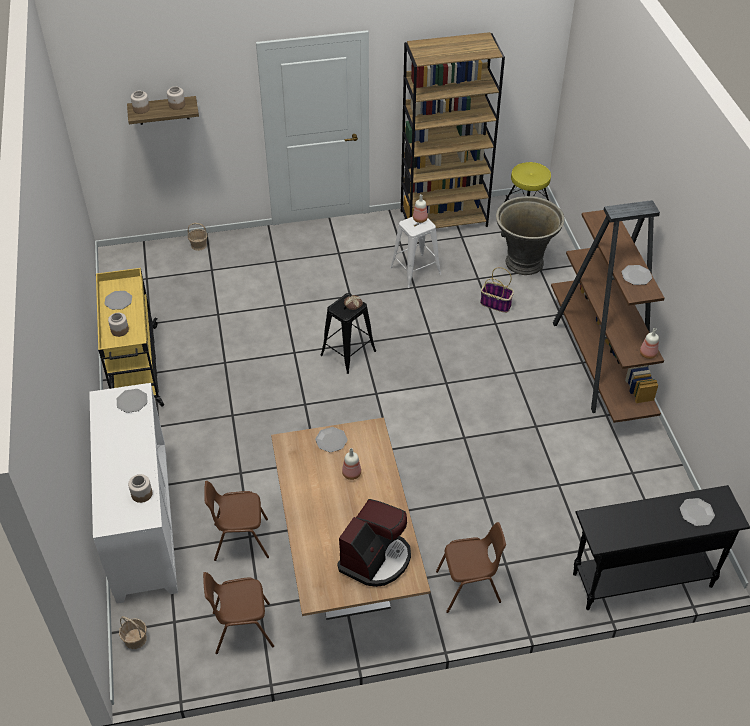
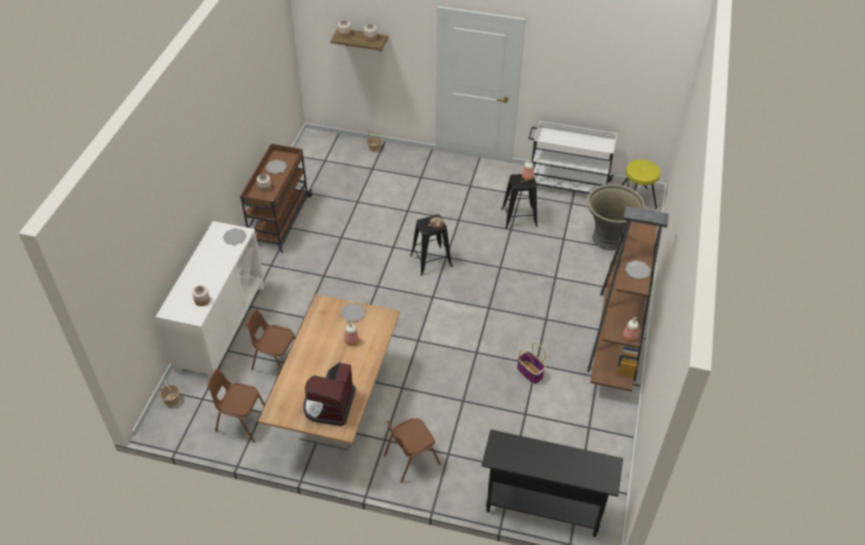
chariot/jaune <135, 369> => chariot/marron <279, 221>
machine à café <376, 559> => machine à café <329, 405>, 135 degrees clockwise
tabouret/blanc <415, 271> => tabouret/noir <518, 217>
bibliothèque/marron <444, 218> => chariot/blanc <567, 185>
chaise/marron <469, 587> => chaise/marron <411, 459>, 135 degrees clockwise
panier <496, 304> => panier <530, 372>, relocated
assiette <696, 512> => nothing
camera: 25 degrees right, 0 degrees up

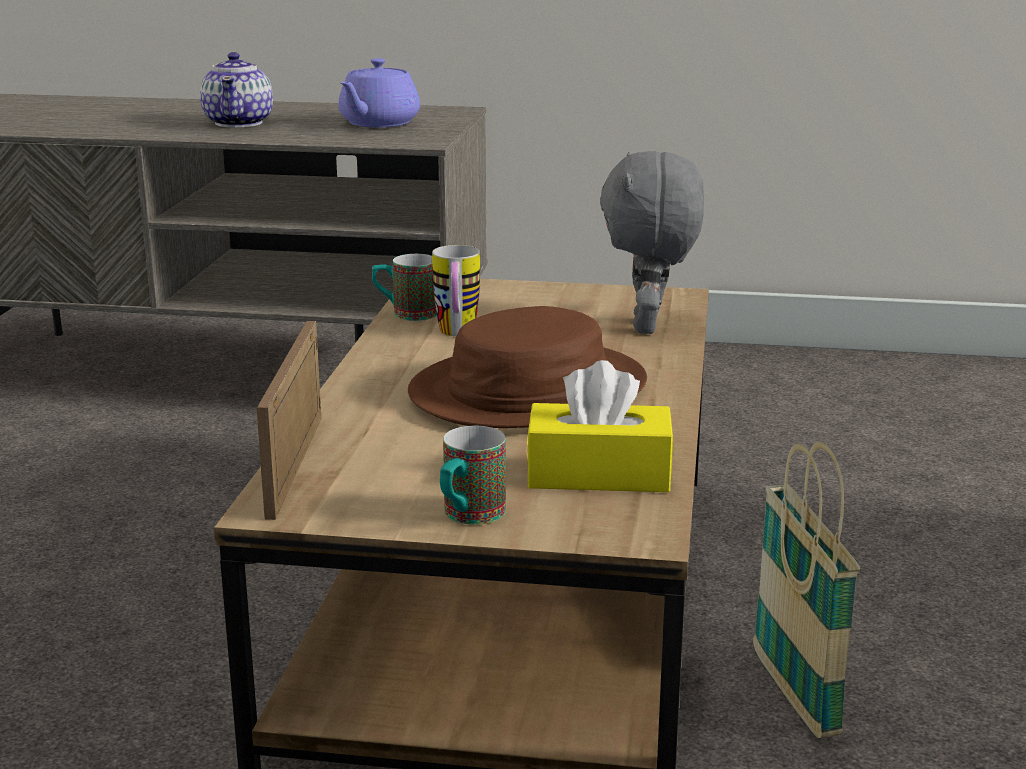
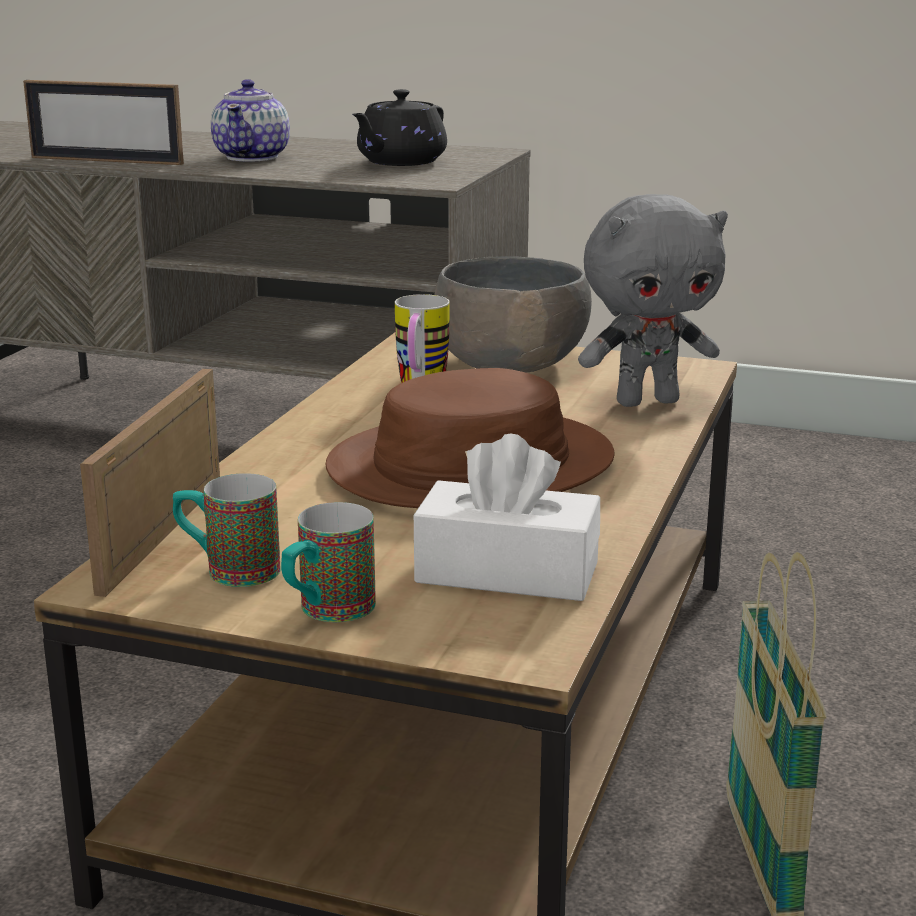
théière/violet <378, 123> => théière/noir <400, 162>
mug <405, 314> => mug <228, 570>, relocated
boîte à mouchoirs/jaune <599, 474> => boîte à mouchoirs/blanc <507, 572>
peluche/gris <649, 326> => peluche/gris <647, 401>, 120 degrees counterclockwise
nothing => cadre photo <106, 160>
nothing => bol/gris <509, 365>
camera: 10 degrees right, 0 degrees up

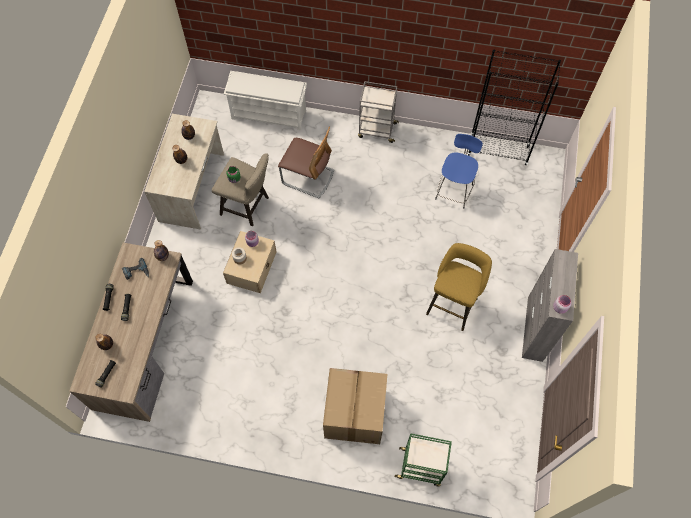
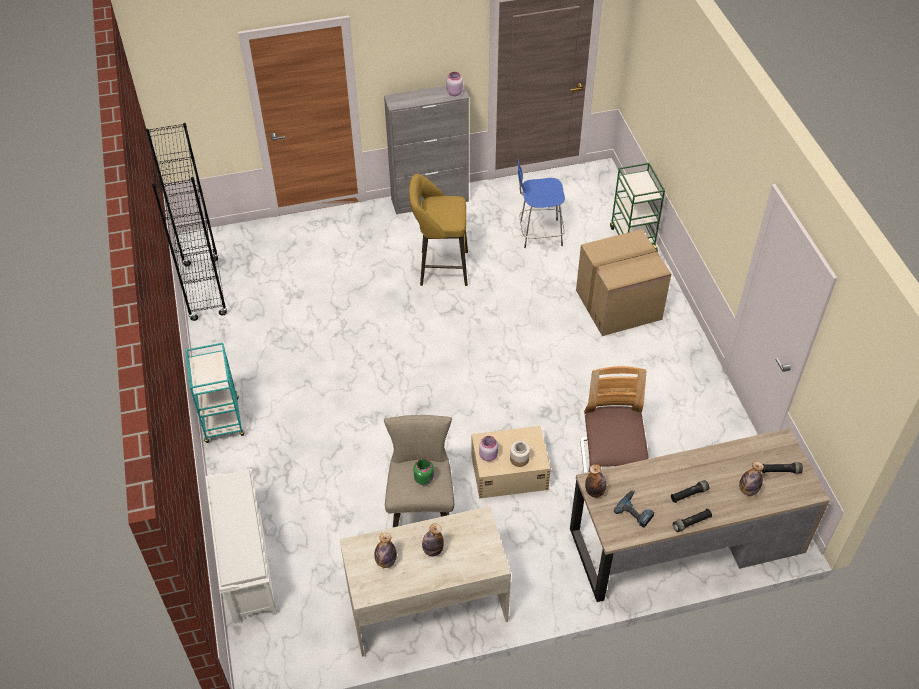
chaise <308, 177> => chaise <610, 464>, relocated
chariot/gris <376, 130> => chariot/turquoise <222, 421>
tabouret/bleu <454, 190> => tabouret/bleu <539, 233>, relocated
camera: 115 degrees left, 15 degrees down

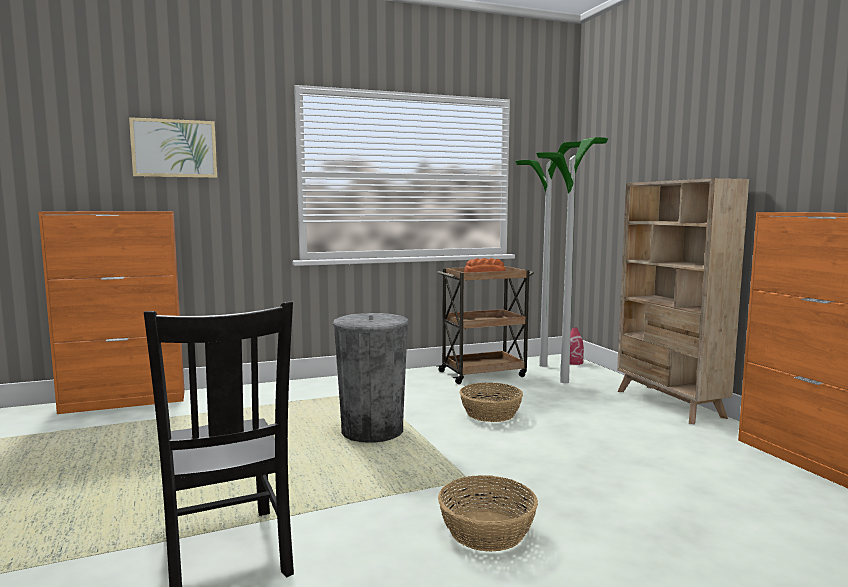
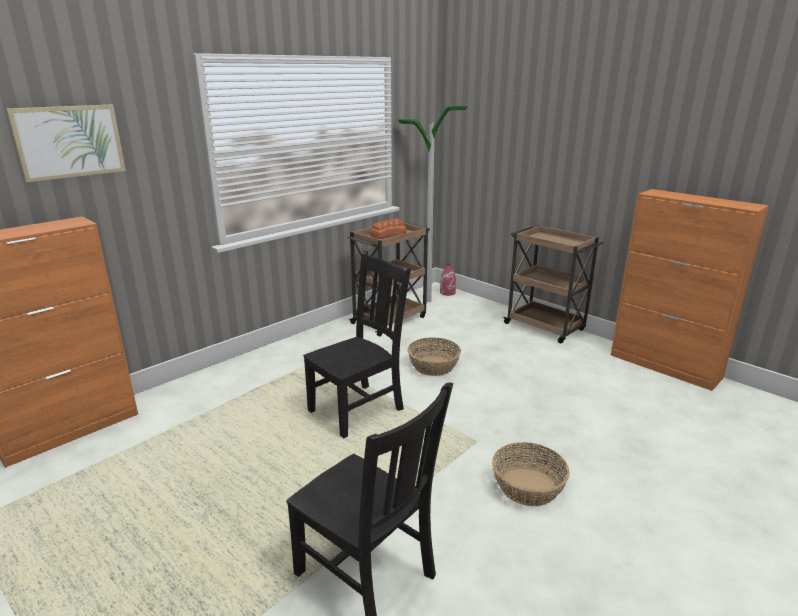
poubelle/gris <372, 431> => chaise/noir <359, 409>
lampadaire <564, 382> => nothing
bibliothèque/beige <669, 404> => chariot/marron <545, 327>
camera: 25 degrees left, 15 degrees up

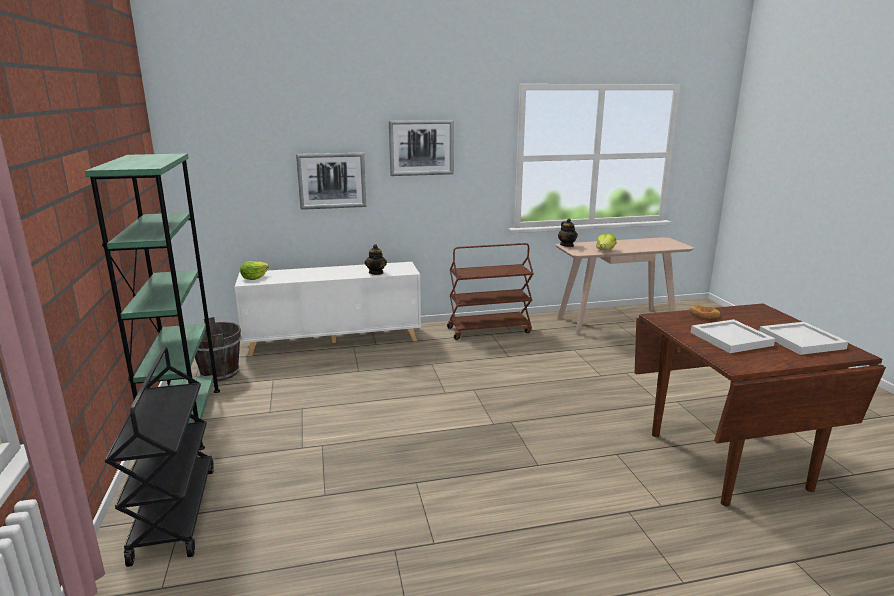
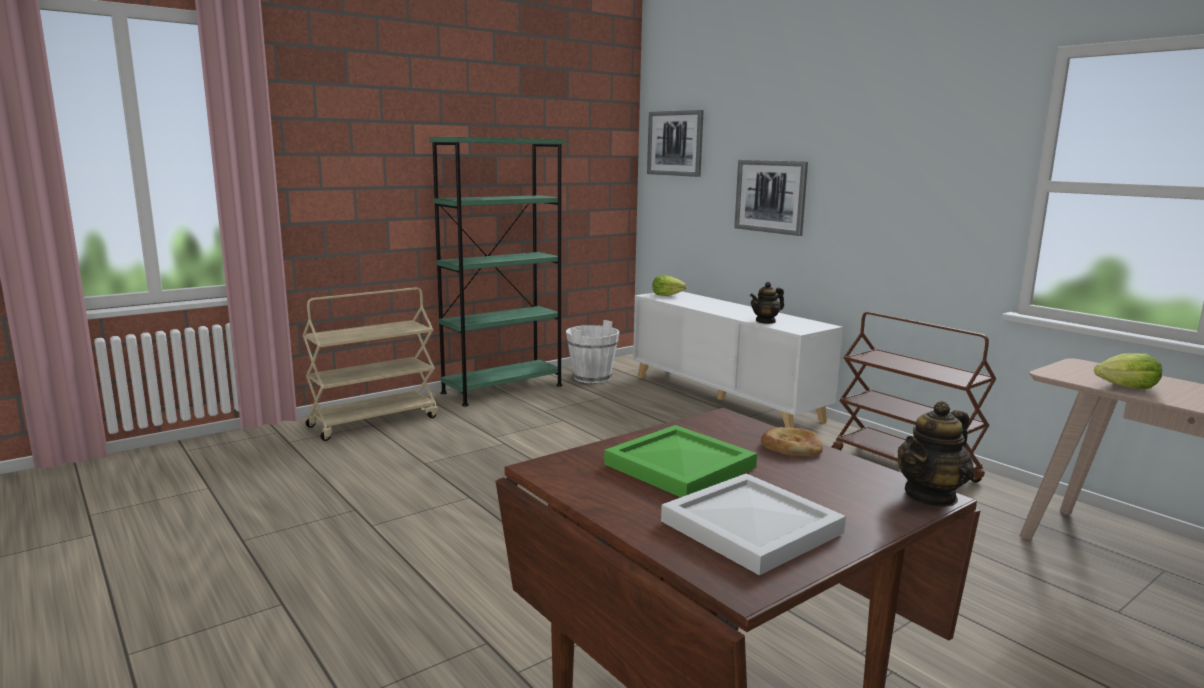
chariot/noir <174, 512> => chariot/beige <374, 421>
seau/marron <220, 373> => seau/blanc <592, 378>
tableau <421, 147> => tableau <675, 143>, relocated
théière <567, 245> => théière <931, 496>, relocated
plateau/blanc <732, 339> => plateau/vert <680, 467>
camera: 65 degrees right, 5 degrees down

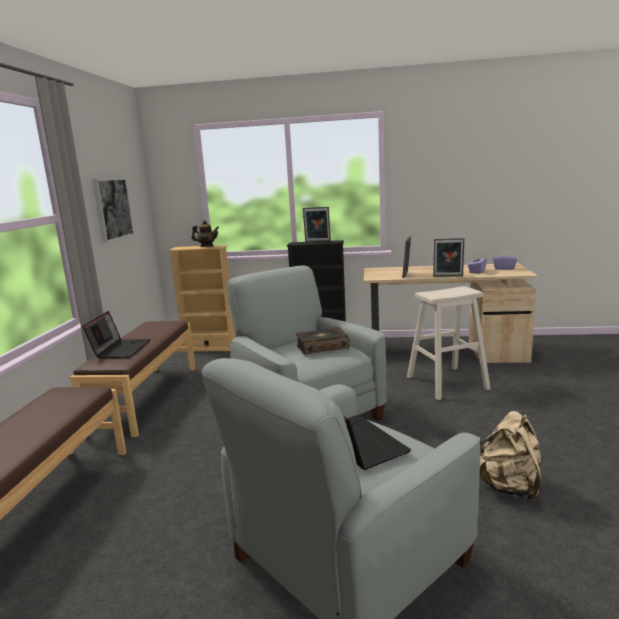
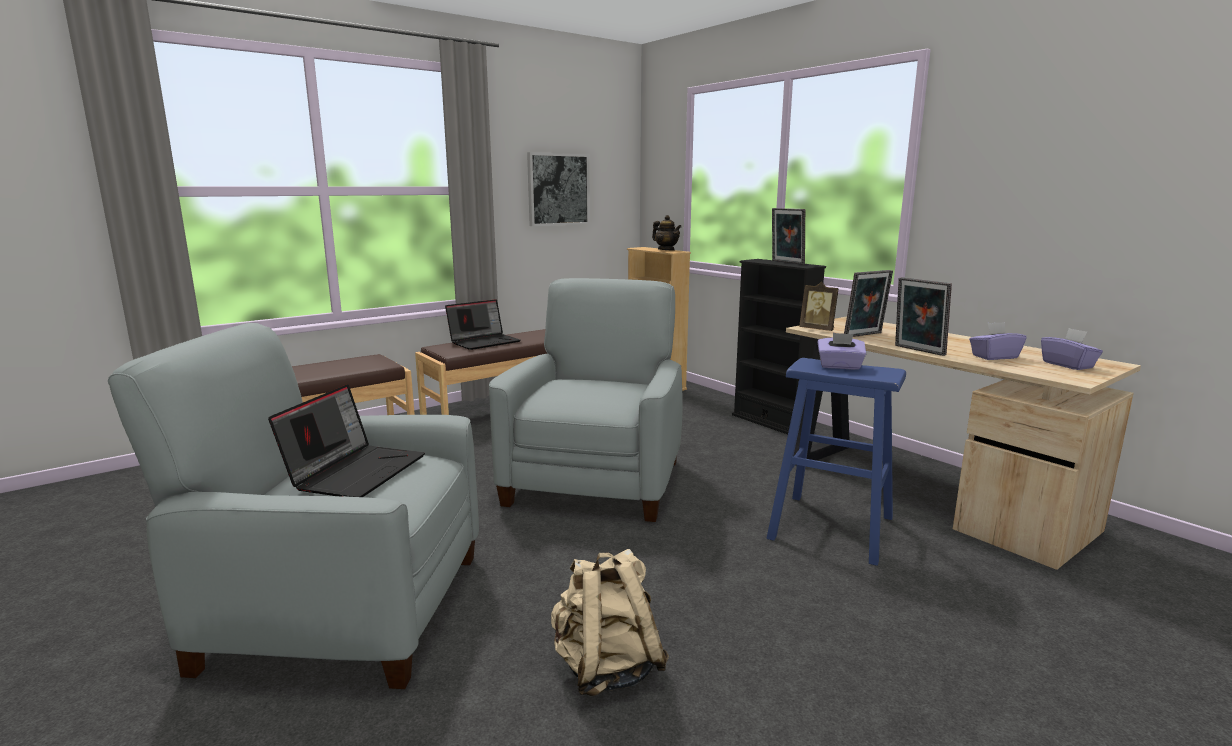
livre <322, 347> => nothing
tabouret/beige <446, 383> => tabouret/bleu <831, 527>
nothing => cadre photo <818, 329>
nothing => boîte à mouchoirs/violet <839, 366>
camera: 45 degrees right, 0 degrees up

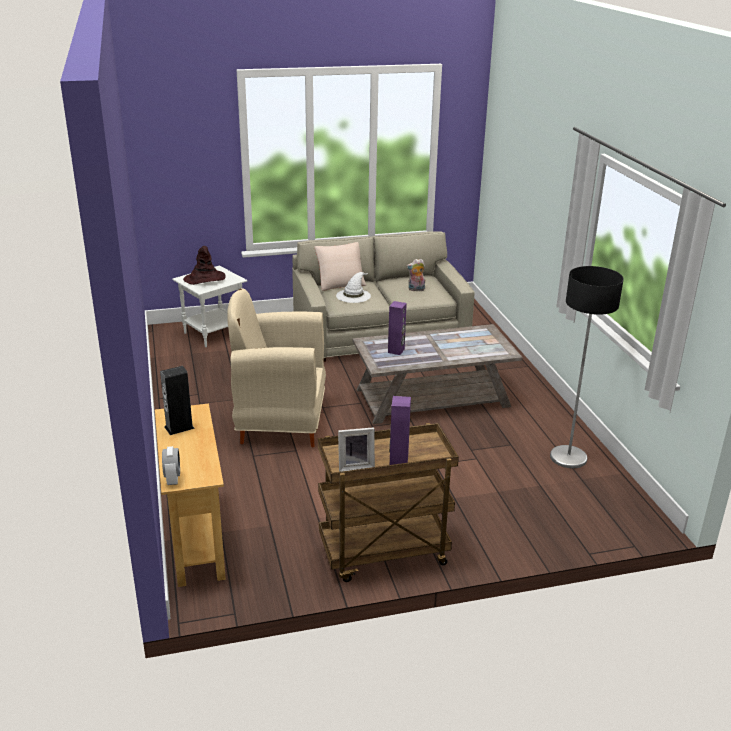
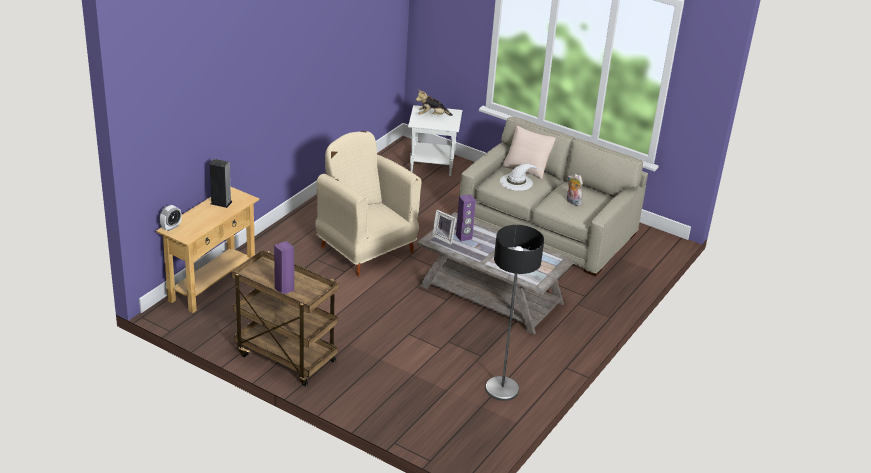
chapeau/marron <205, 279> => peluche <432, 116>
cadre photo <355, 466> => cadre photo <444, 238>, relocated
camera: 45 degrees right, 5 degrees up

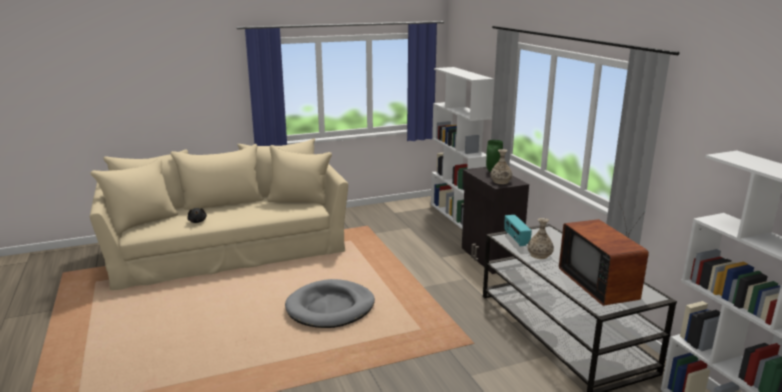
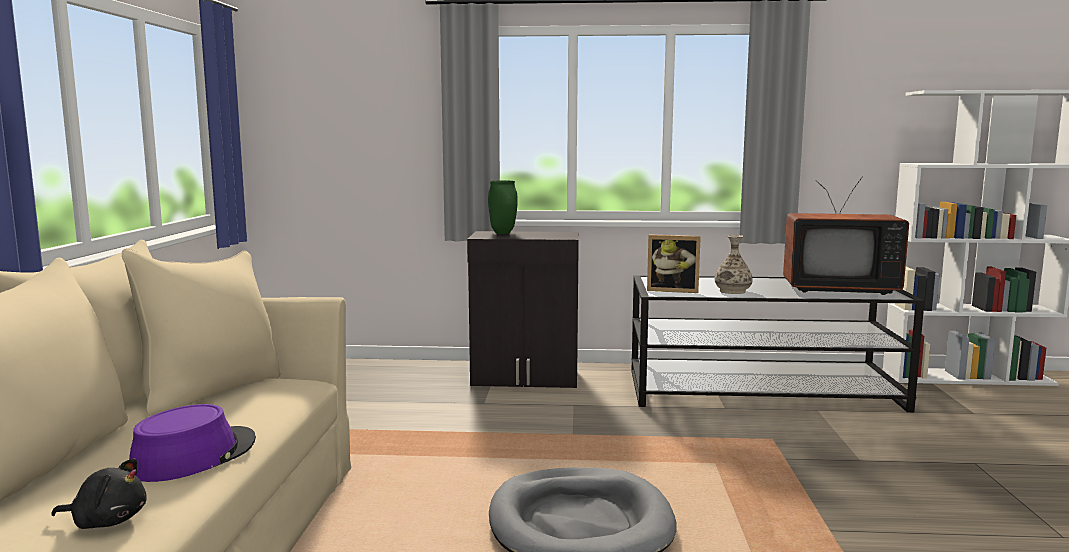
bibliothèque/blanc <457, 216> => nothing
vase <500, 181> => nothing
radio <516, 239> => cadre photo <672, 290>
nothing => chapeau/violet <194, 456>
camera: 65 degrees left, 10 degrees down

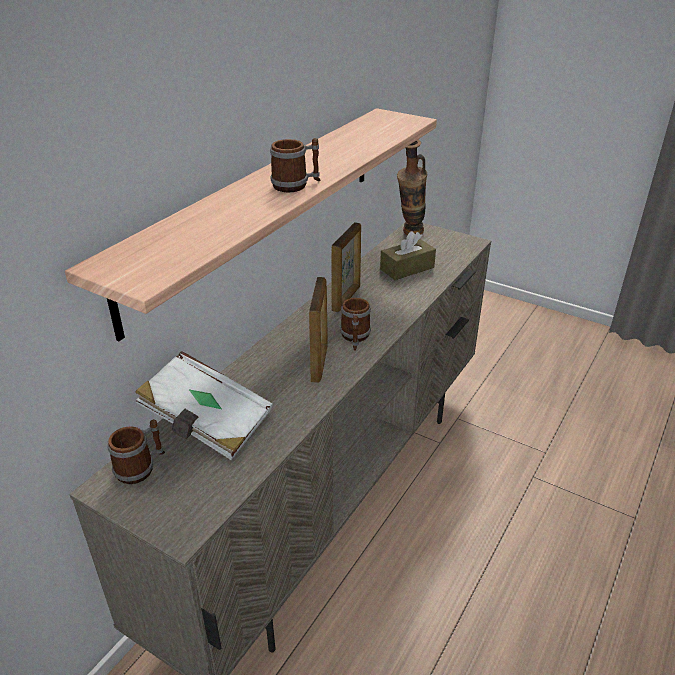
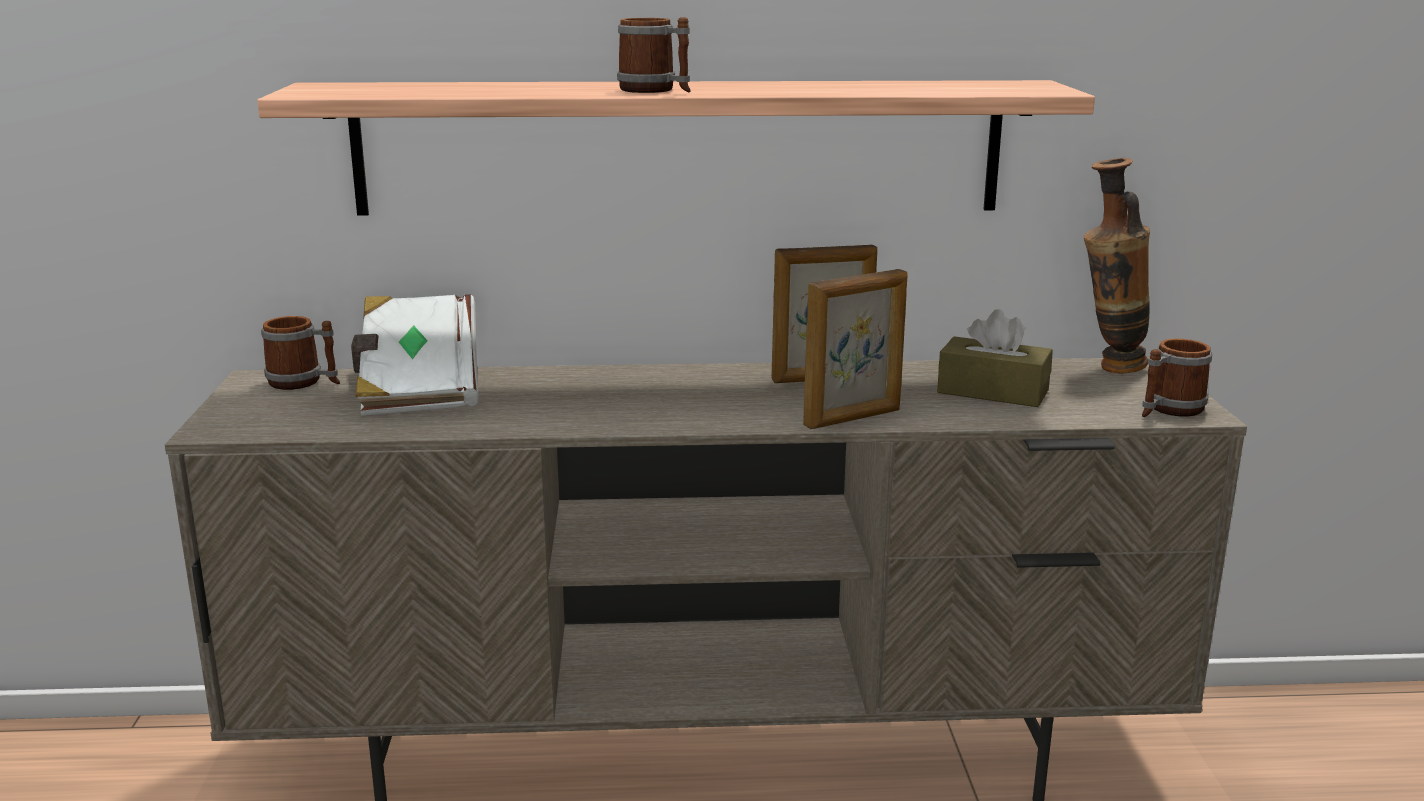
cadre photo <319, 363> => cadre photo <853, 418>, relocated
mug <355, 338> => mug <1168, 410>, relocated
camera: 55 degrees right, 15 degrees down

